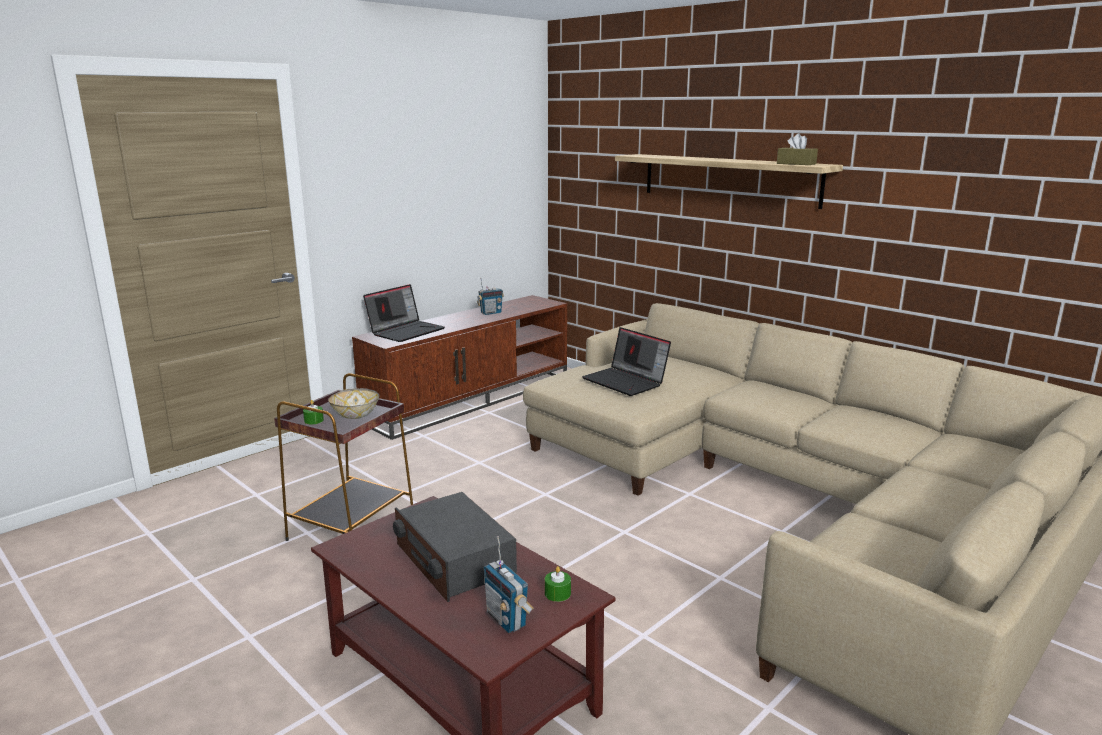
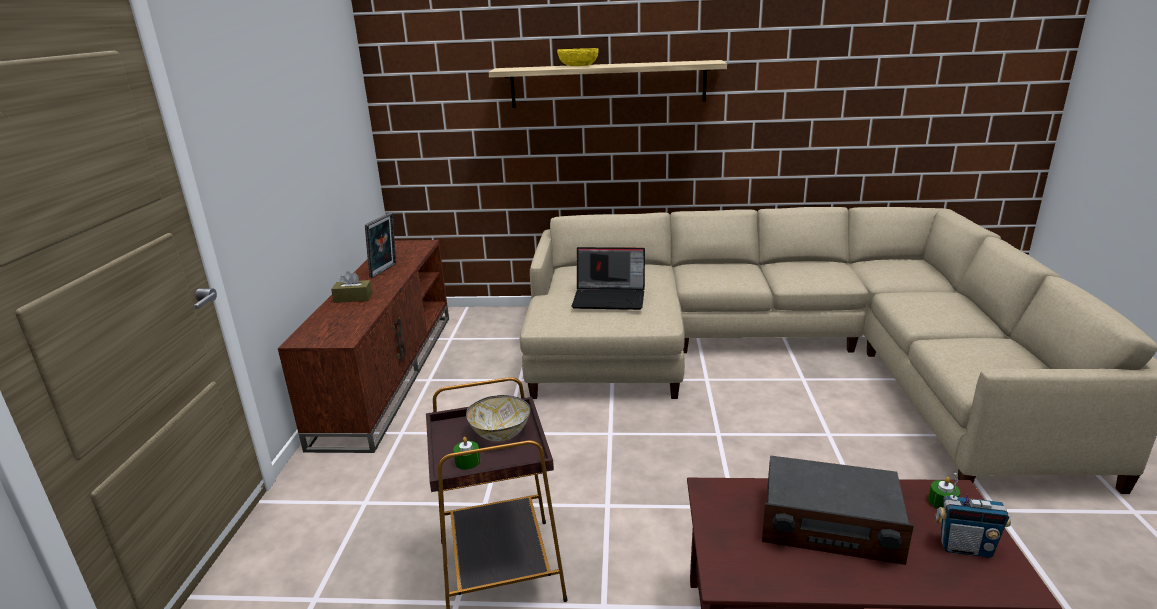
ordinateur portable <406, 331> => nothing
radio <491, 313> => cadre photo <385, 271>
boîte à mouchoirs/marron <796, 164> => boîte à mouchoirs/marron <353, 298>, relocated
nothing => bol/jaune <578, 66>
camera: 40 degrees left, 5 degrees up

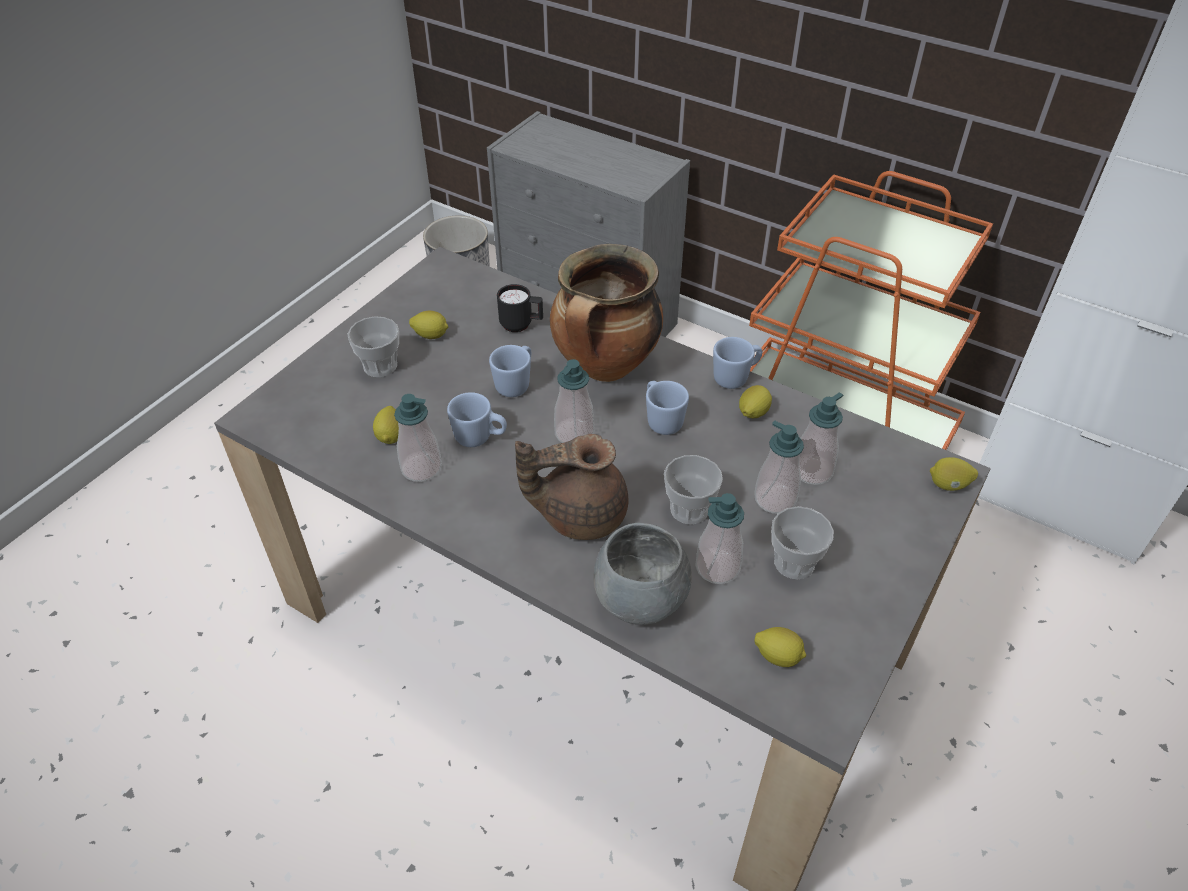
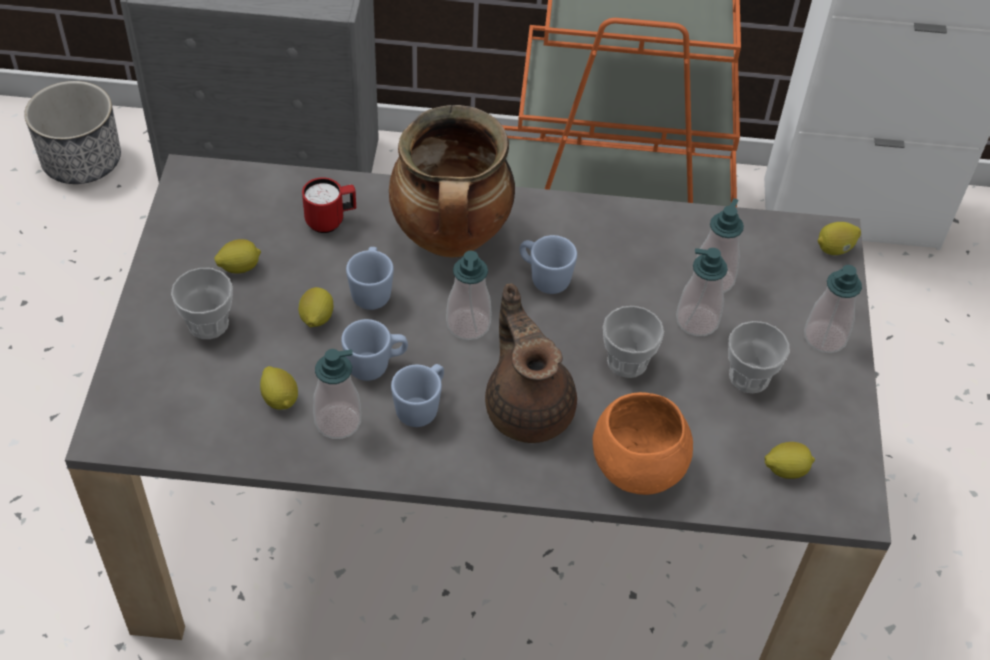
mug/noir <521, 325> => mug/rouge <331, 221>
théière/marron <579, 514> => théière/marron <528, 407>, 105 degrees clockwise
bol/gris <642, 598> => bol/orange <638, 466>
distributeur de savon <717, 567> => distributeur de savon <824, 337>, relocated
mug/bleu <735, 377> => mug/bleu <421, 407>, relocated
citron <752, 413> => citron <316, 318>, relocated
camera: 30 degrees left, 5 degrees up

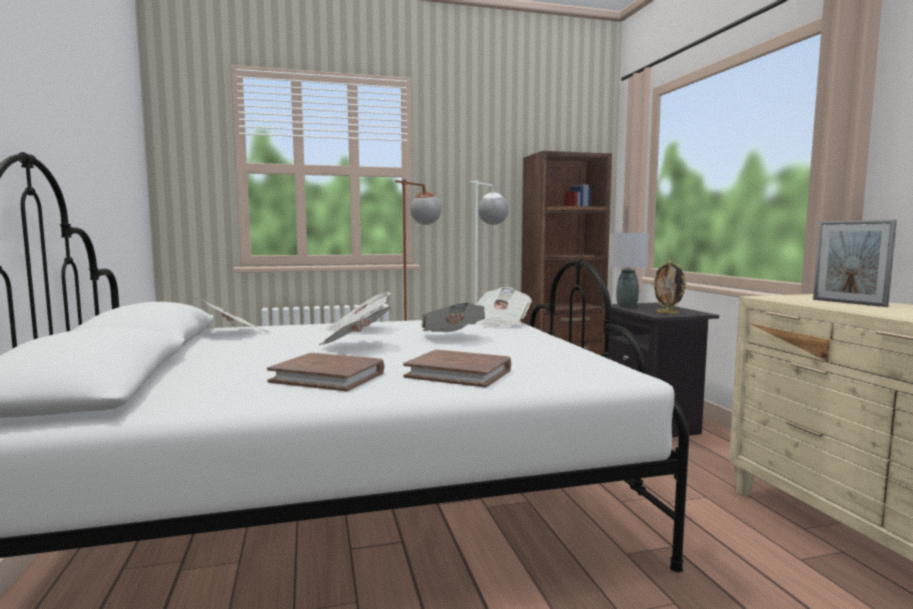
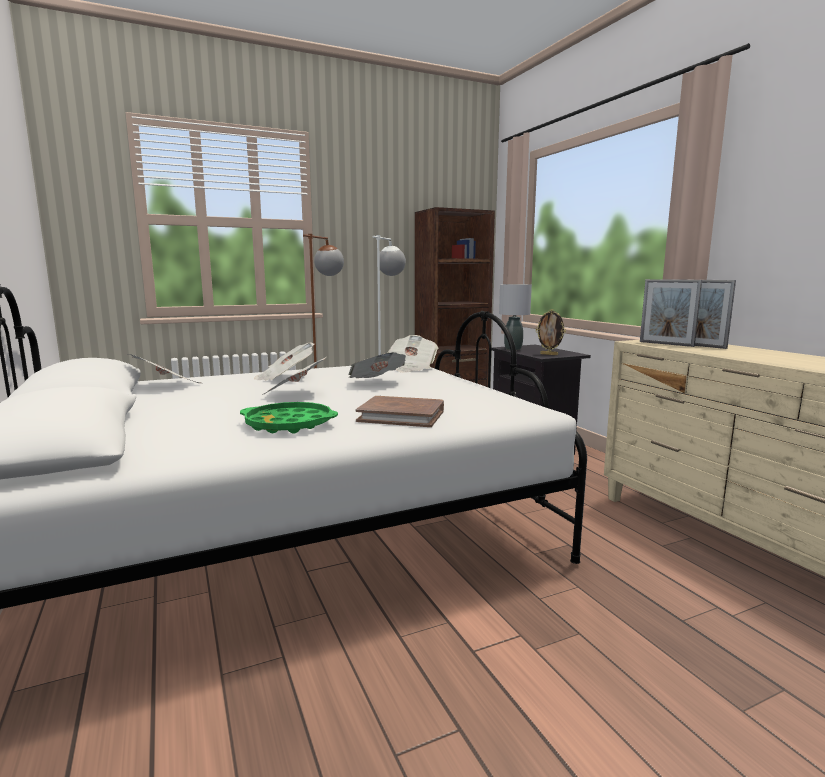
livre/marron <328, 377> => plateau/vert <289, 424>
nothing => cadre photo <666, 344>
camera: 10 degrees left, 5 degrees up

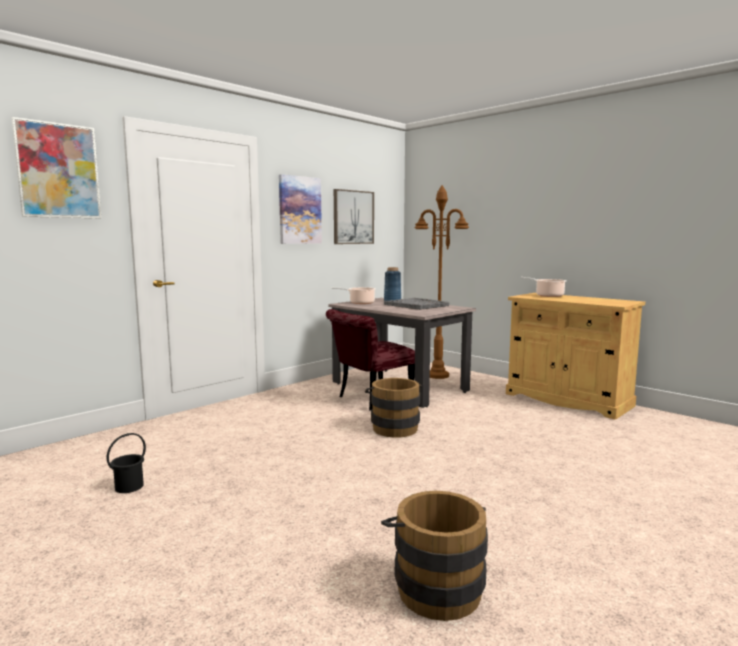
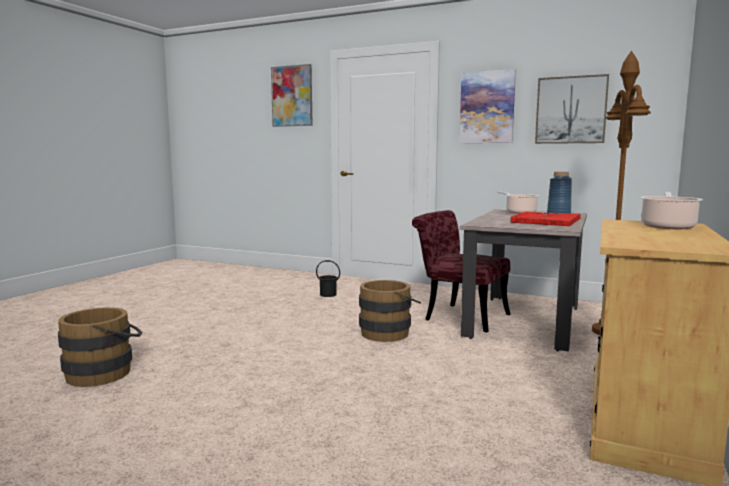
seau/noir <128, 487> => seau/noir <328, 294>, relocated
plateau/gris <416, 305> => plateau/rouge <545, 220>
camera: 70 degrees right, 0 degrees up

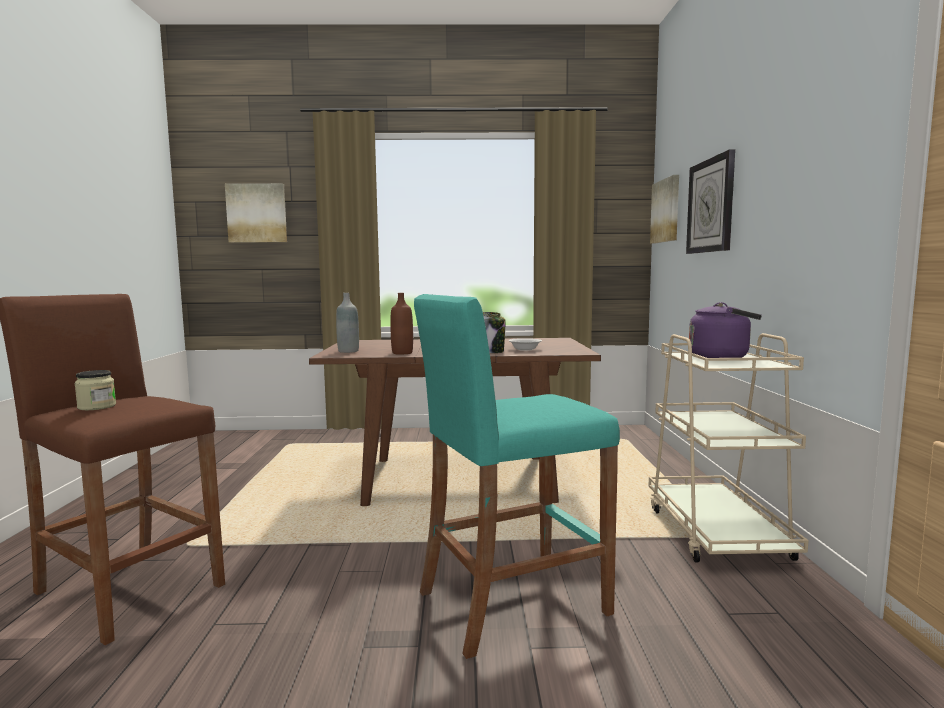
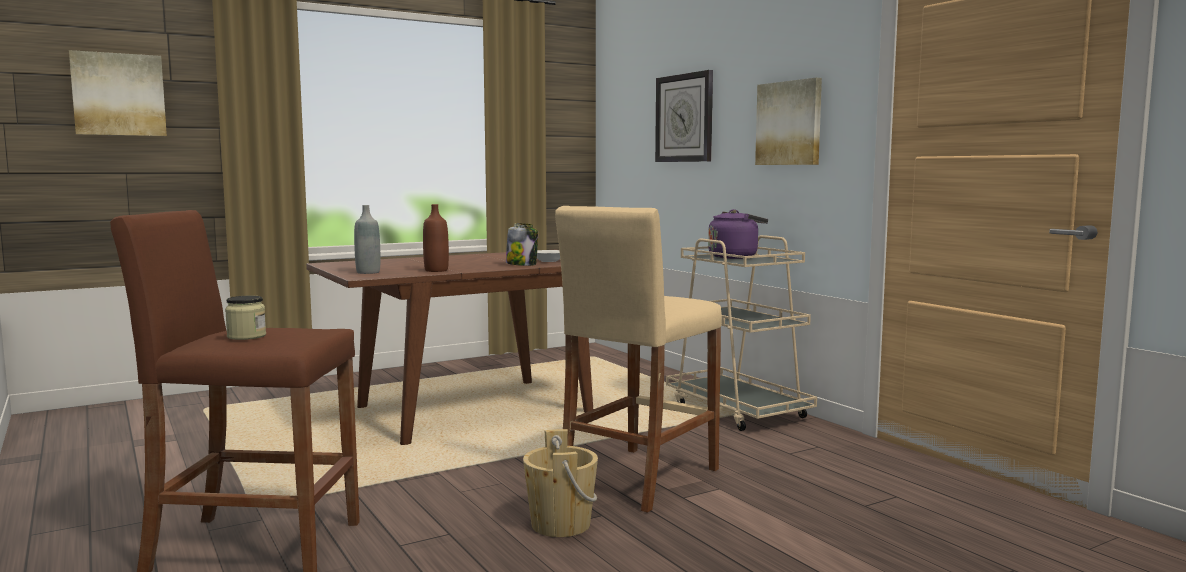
tabouret/turquoise <512, 602> => tabouret/beige <638, 478>
tableau <666, 211> => tableau <789, 123>, relocated
nothing => seau/beige <560, 524>
camera: 30 degrees left, 0 degrees up

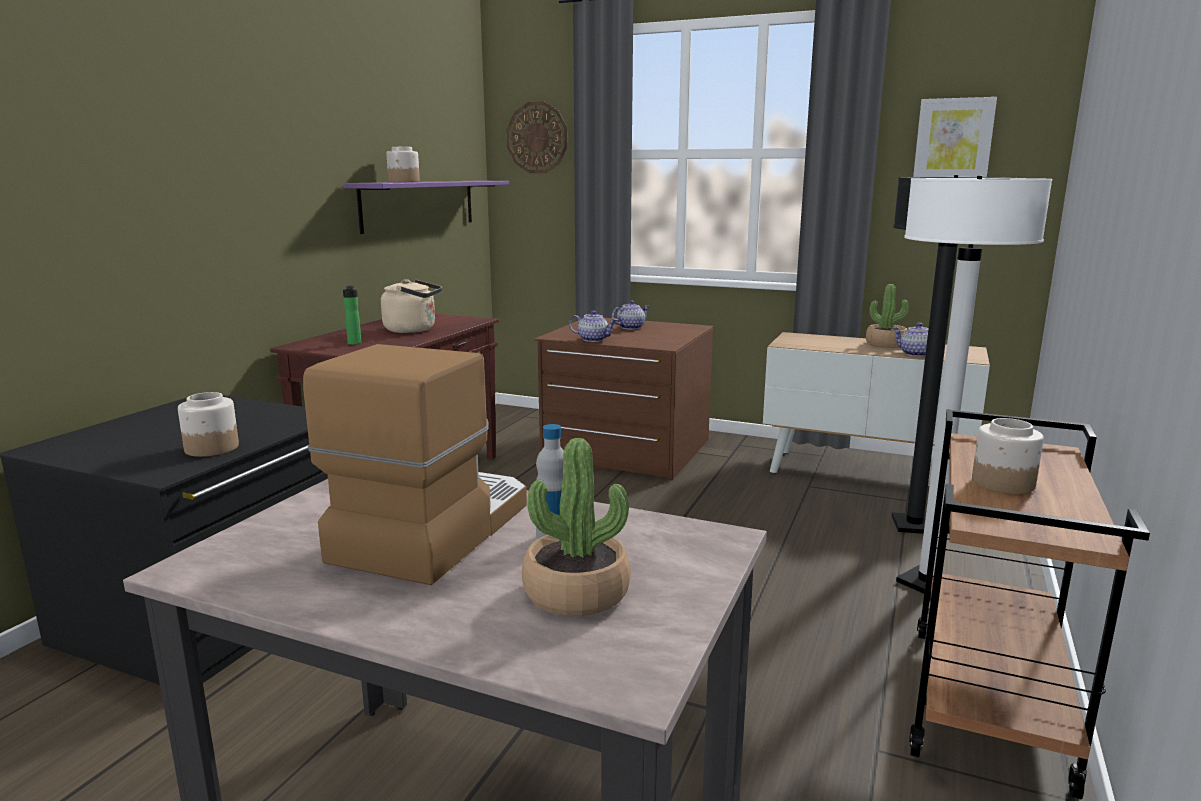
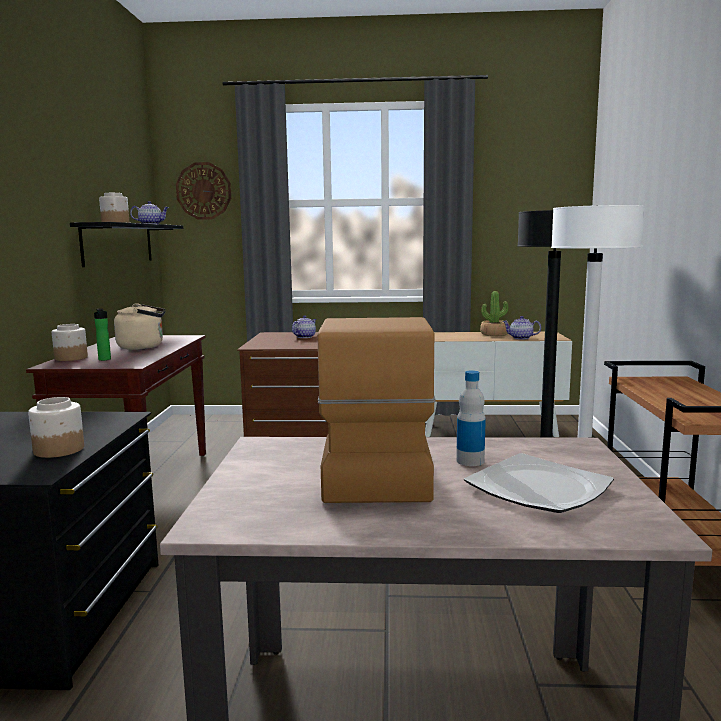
étagère/violet <419, 204> => étagère/noir <118, 244>
plante en pot <576, 593> => assiette <538, 489>
théière <593, 339> => théière <151, 224>, relocated
tableau <953, 140> => nothing
bocal <1002, 483> => bocal <70, 358>, relocated
camera: 20 degrees left, 5 degrees down

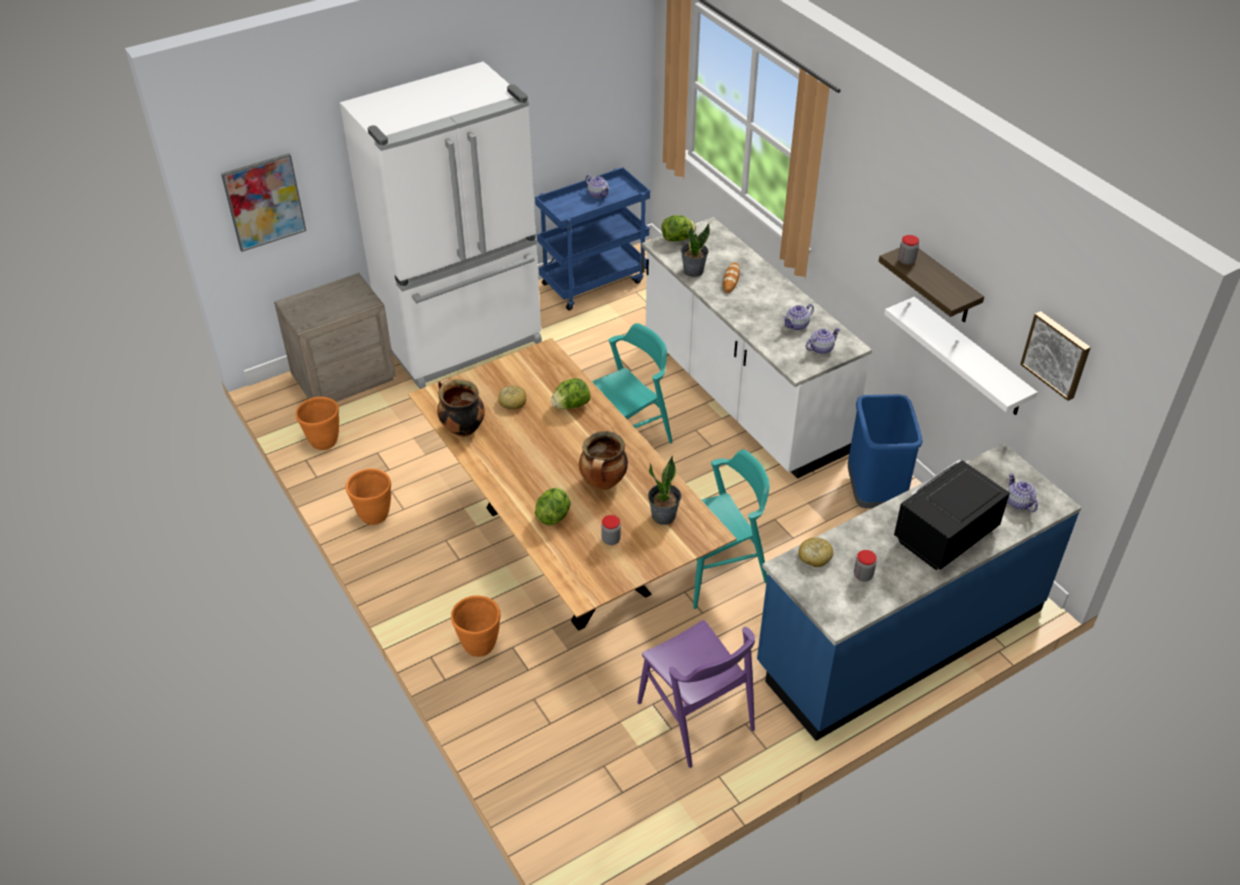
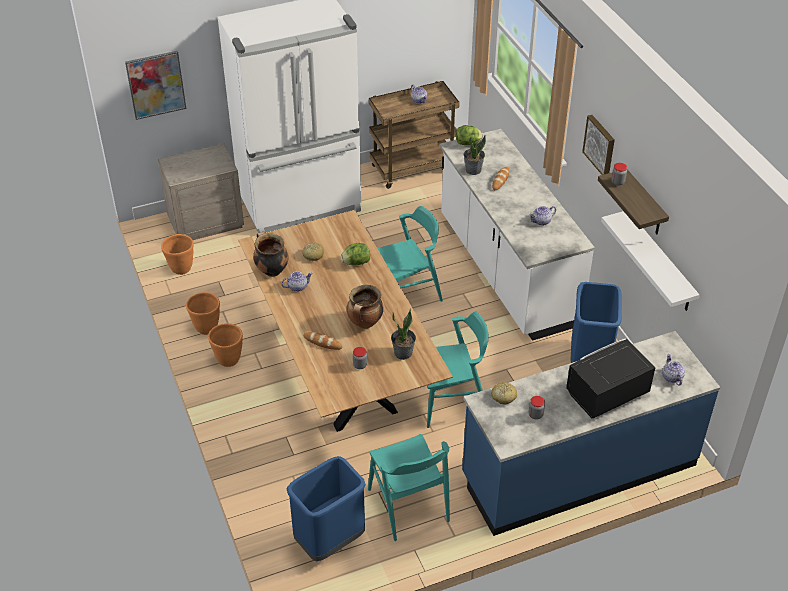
cache-pot/orange <479, 645> => cache-pot/orange <228, 359>, relocated
chariot/bleu <594, 281> => chariot/marron <413, 168>
laitue <553, 515> => pain <322, 342>
chaise/violet <696, 716> => chaise/turquoise <408, 505>
théière <821, 348> => théière <297, 286>, relocated
tableau <1057, 354> => tableau <600, 145>, relocated
nothing => poubelle/bleu <329, 540>
camera: 10 degrees right, 0 degrees up

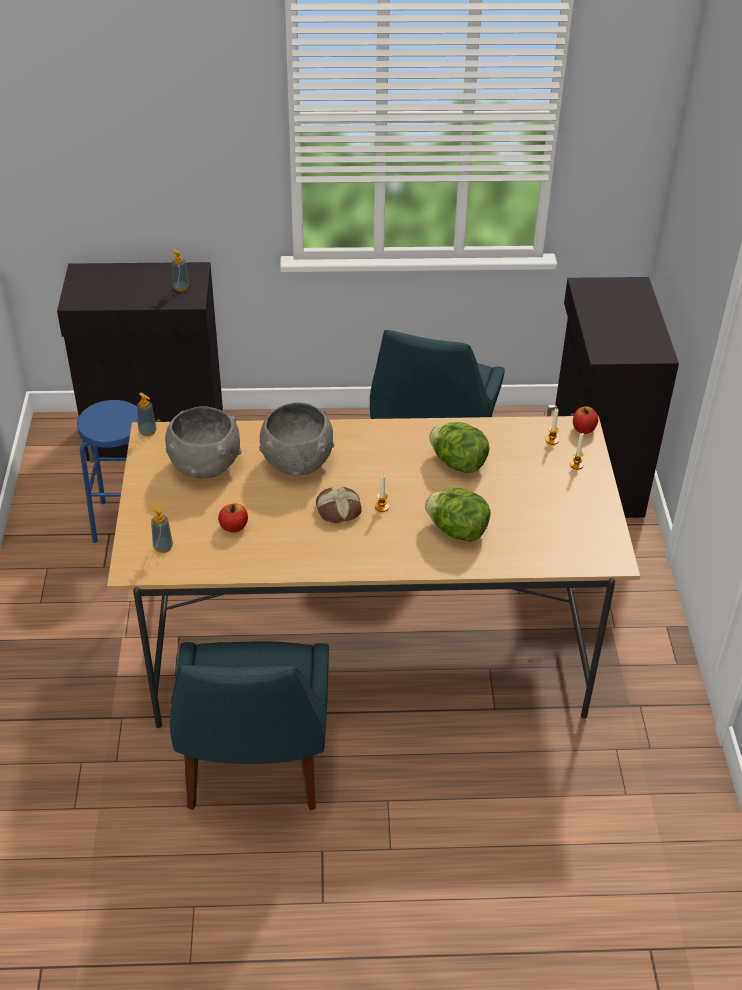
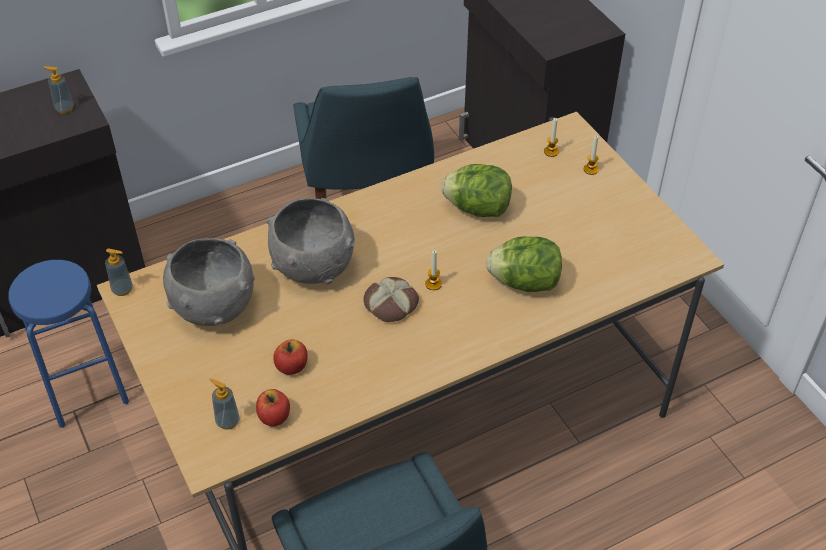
pomme <583, 429> => pomme <274, 416>, relocated
camera: 25 degrees left, 5 degrees up

